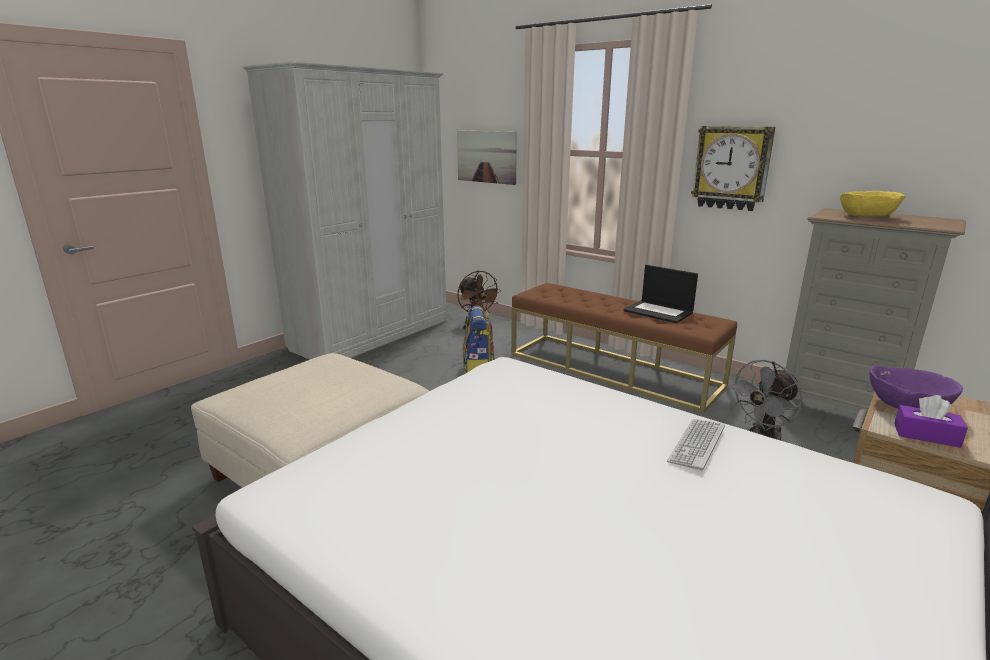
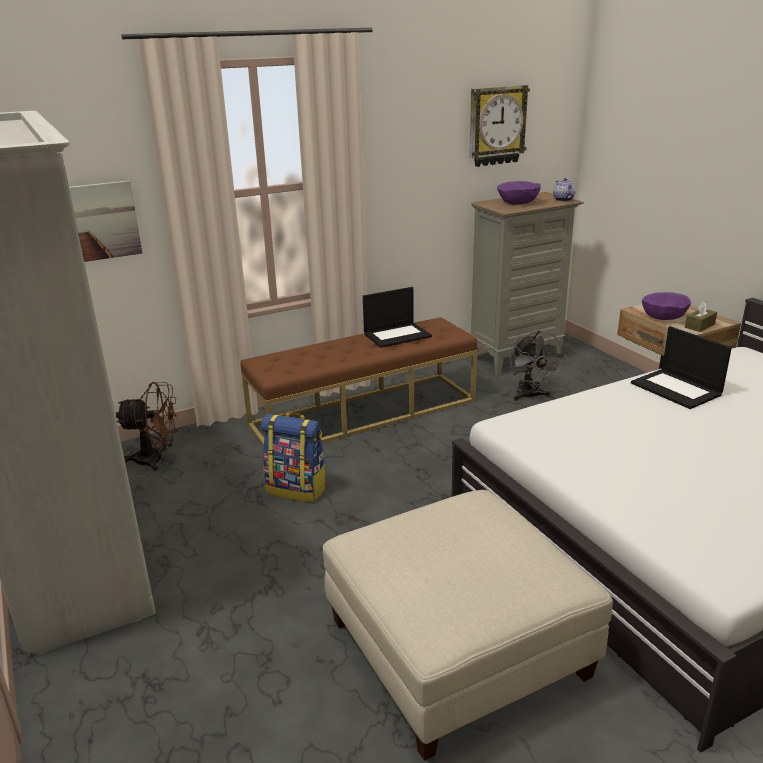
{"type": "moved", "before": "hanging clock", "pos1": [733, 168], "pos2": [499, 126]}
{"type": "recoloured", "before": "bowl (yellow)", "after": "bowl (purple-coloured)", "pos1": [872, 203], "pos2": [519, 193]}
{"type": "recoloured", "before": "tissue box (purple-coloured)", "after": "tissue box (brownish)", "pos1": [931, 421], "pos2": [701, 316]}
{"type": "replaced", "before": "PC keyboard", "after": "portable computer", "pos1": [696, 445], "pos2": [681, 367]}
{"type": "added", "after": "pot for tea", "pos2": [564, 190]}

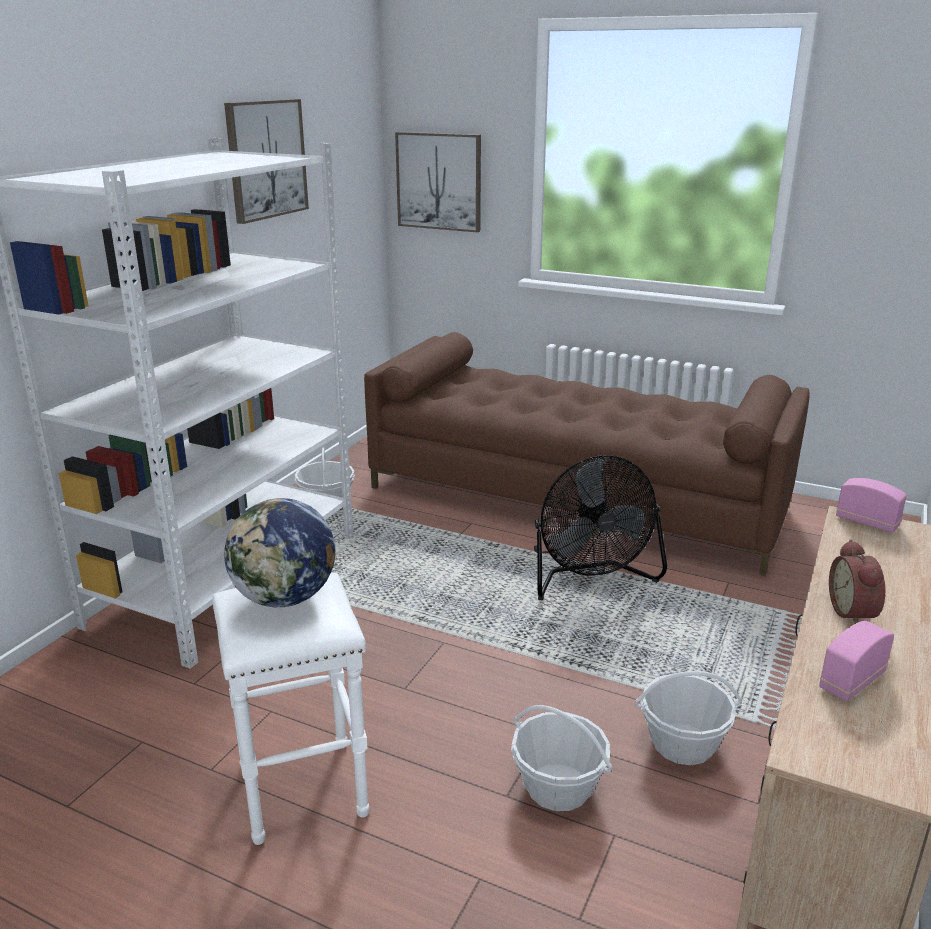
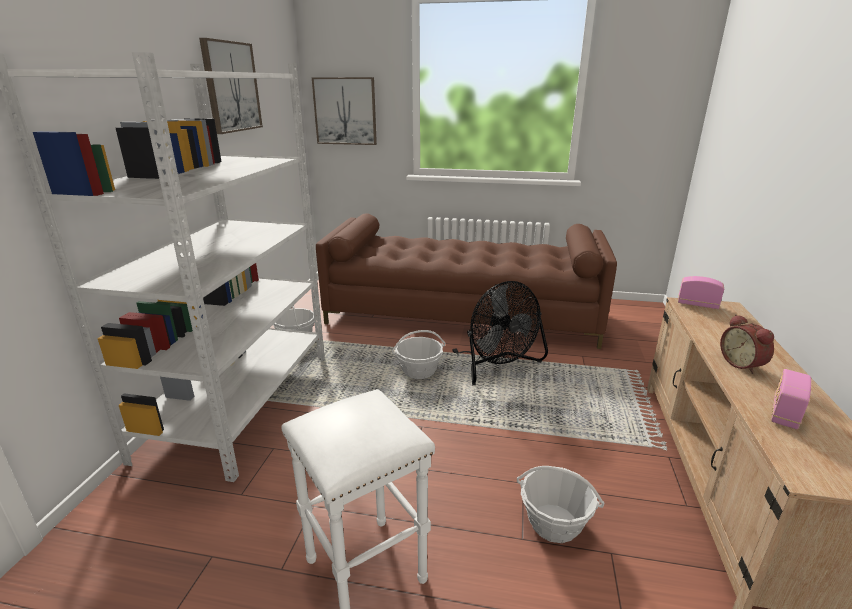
{"type": "removed", "before": "world globe", "pos1": [279, 552]}
{"type": "moved", "before": "basket", "pos1": [688, 718], "pos2": [418, 354]}

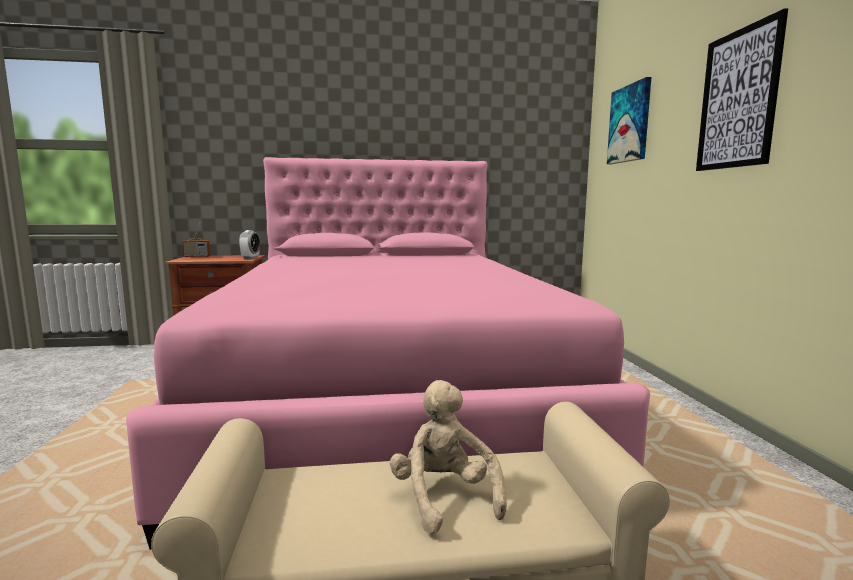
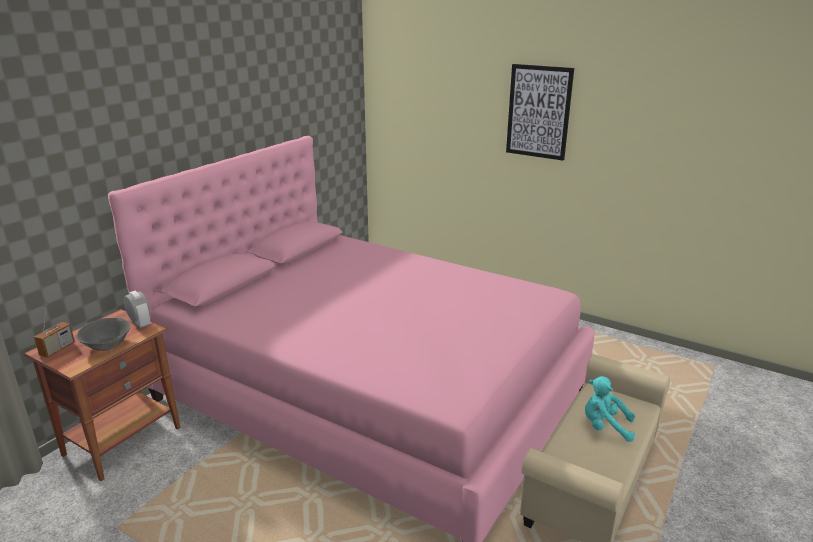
{"type": "removed", "before": "wall picture", "pos1": [629, 120]}
{"type": "recoloured", "before": "cuddly toy (beige)", "after": "cuddly toy (turquoise)", "pos1": [448, 457], "pos2": [610, 409]}
{"type": "added", "after": "bowl (gray)", "pos2": [103, 334]}

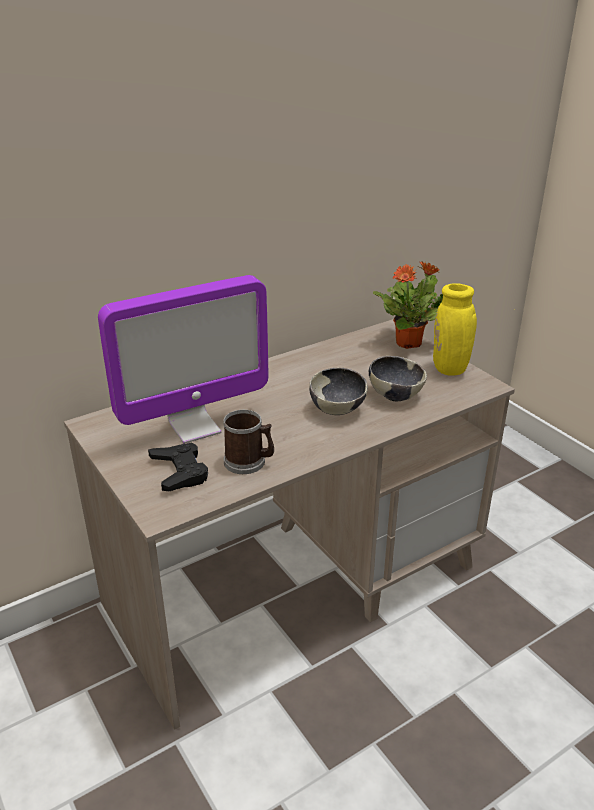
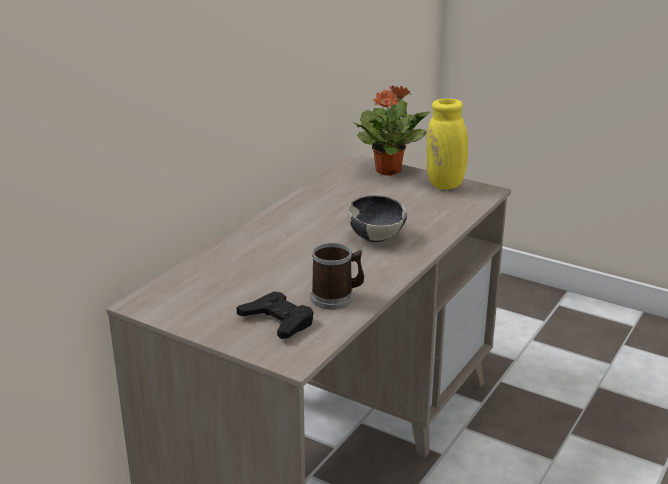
{"type": "removed", "before": "computer display", "pos1": [183, 359]}
{"type": "removed", "before": "bowl", "pos1": [398, 378]}

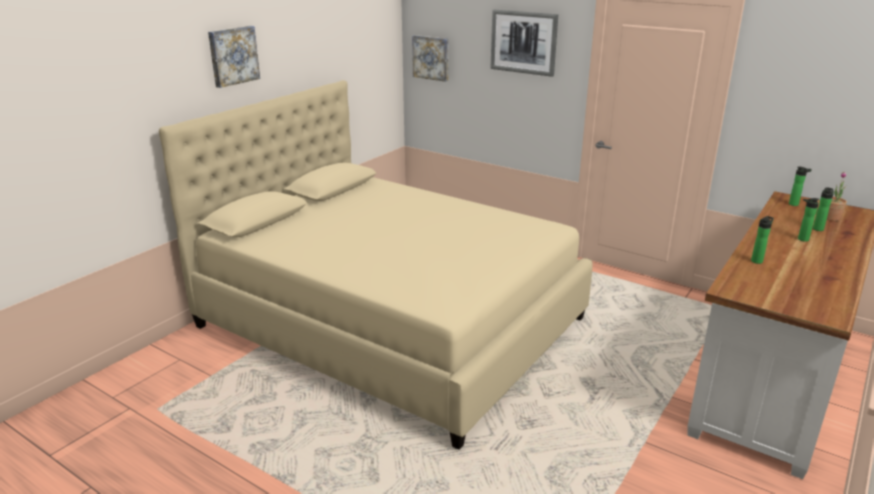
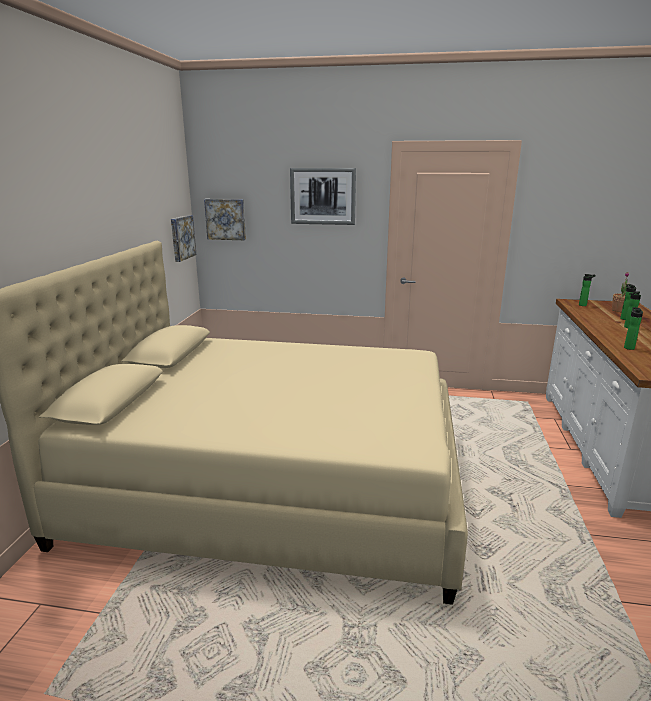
{"type": "moved", "before": "wall picture", "pos1": [234, 57], "pos2": [183, 238]}

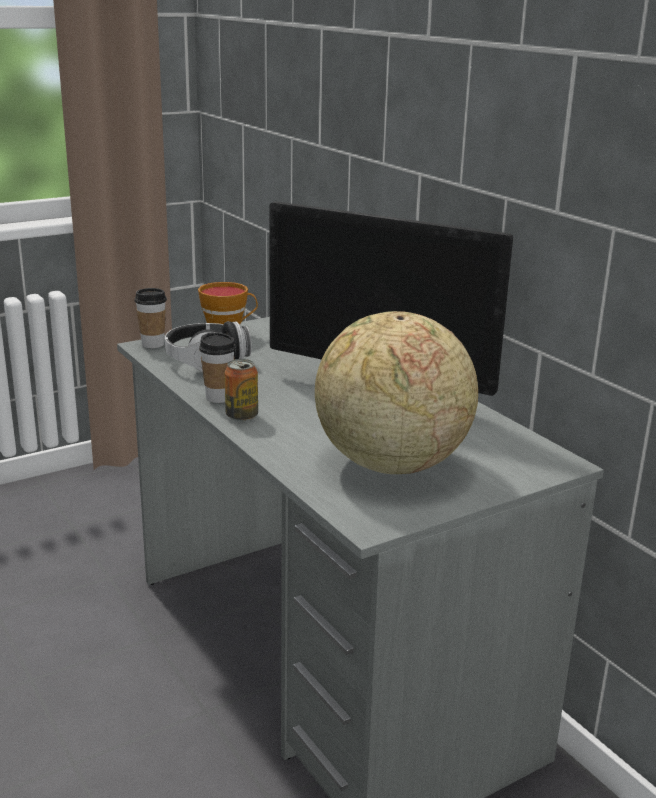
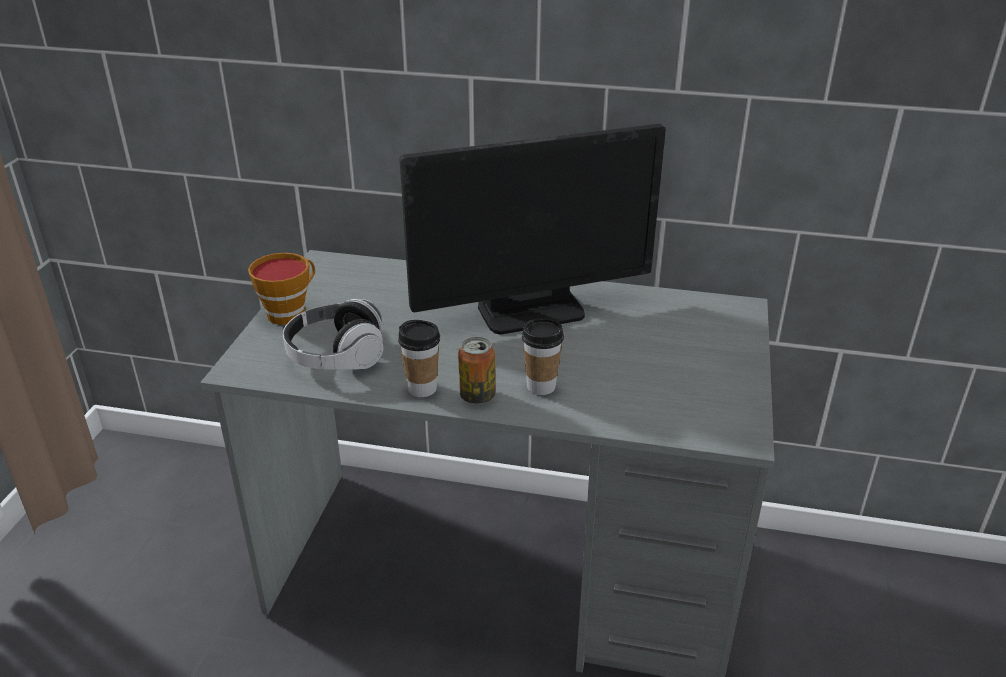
{"type": "moved", "before": "small cup", "pos1": [151, 318], "pos2": [543, 356]}
{"type": "removed", "before": "world globe", "pos1": [396, 392]}

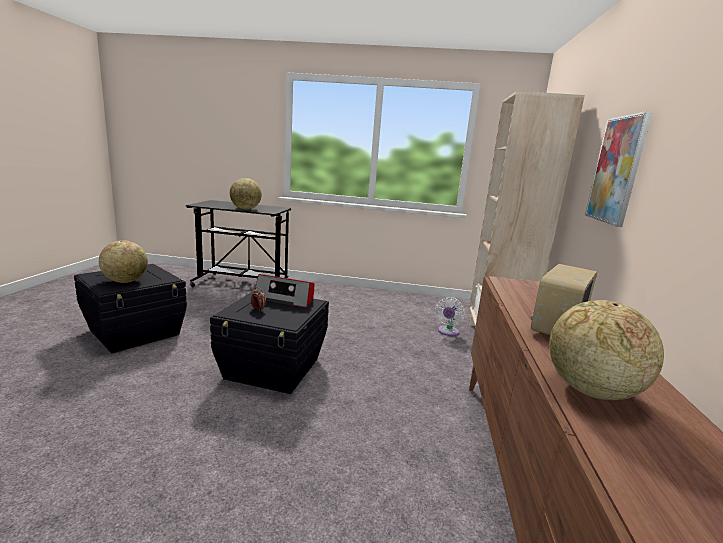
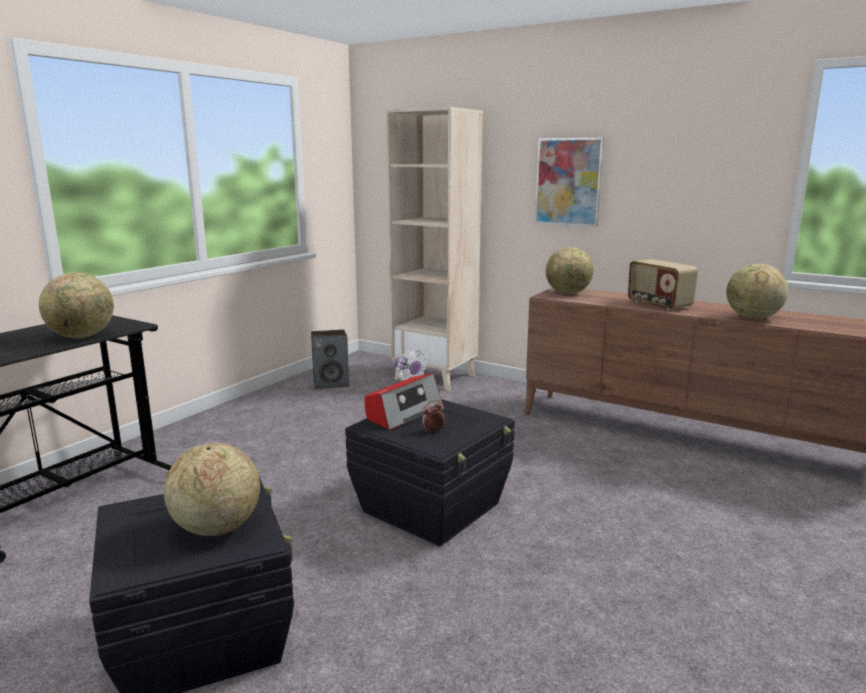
{"type": "added", "after": "world globe", "pos2": [570, 270]}
{"type": "added", "after": "speaker", "pos2": [330, 359]}

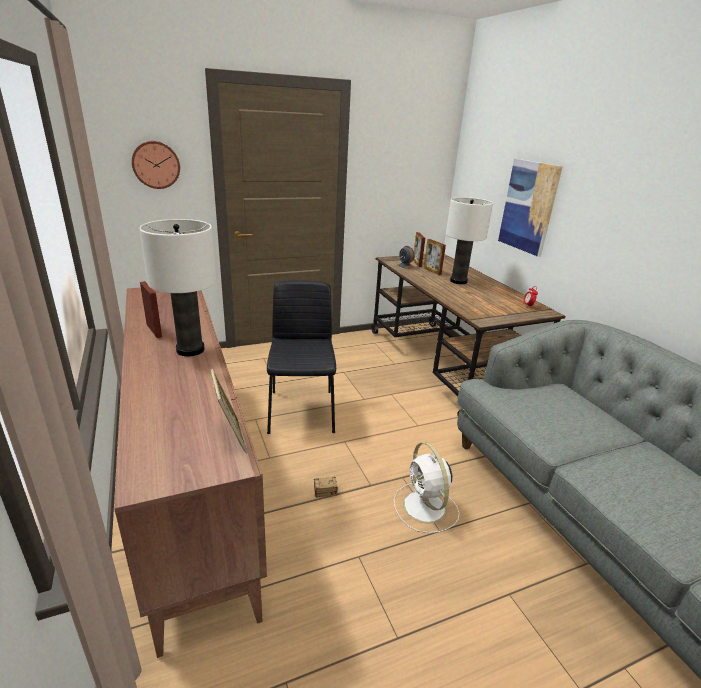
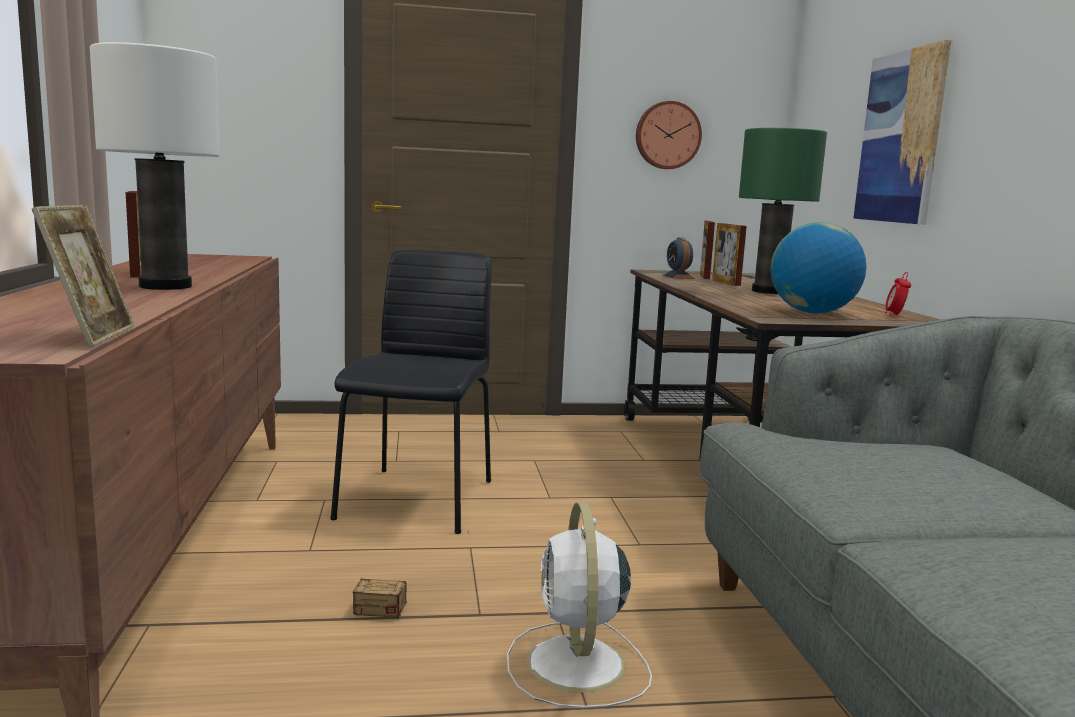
{"type": "moved", "before": "hanging clock", "pos1": [156, 165], "pos2": [669, 135]}
{"type": "recoloured", "before": "lamp for a table (white)", "after": "lamp for a table (green)", "pos1": [469, 240], "pos2": [783, 211]}
{"type": "added", "after": "world globe", "pos2": [818, 268]}

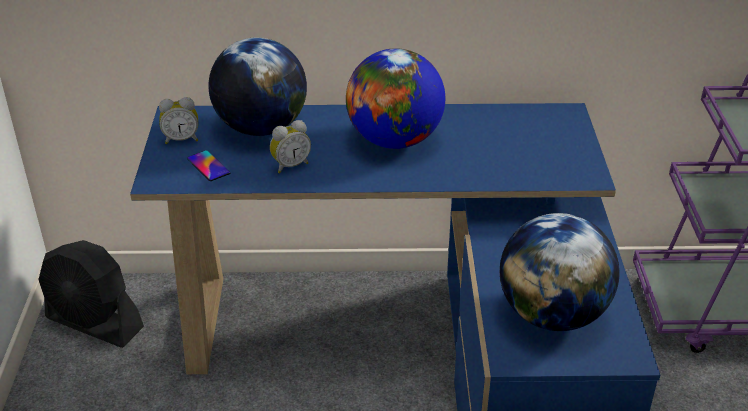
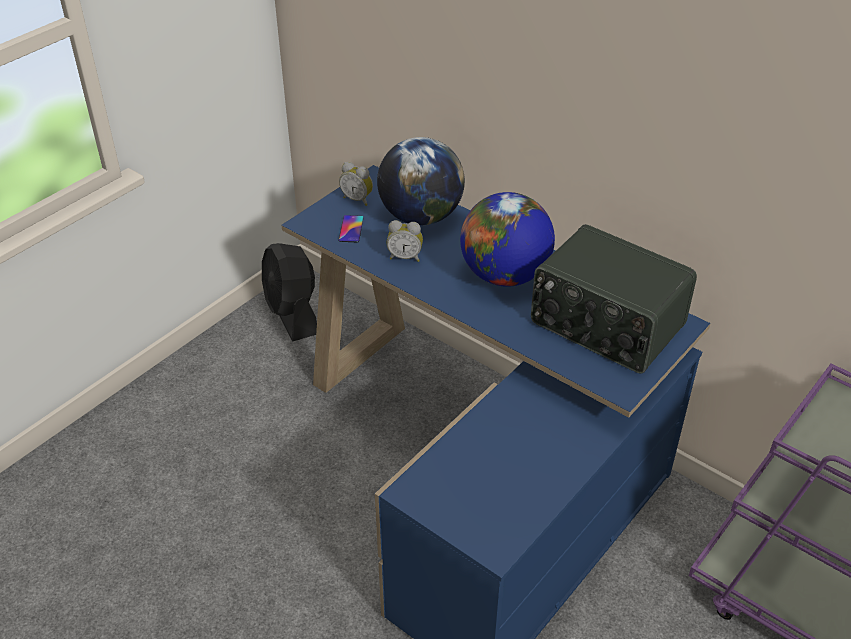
{"type": "removed", "before": "world globe", "pos1": [560, 272]}
{"type": "added", "after": "radio", "pos2": [614, 298]}

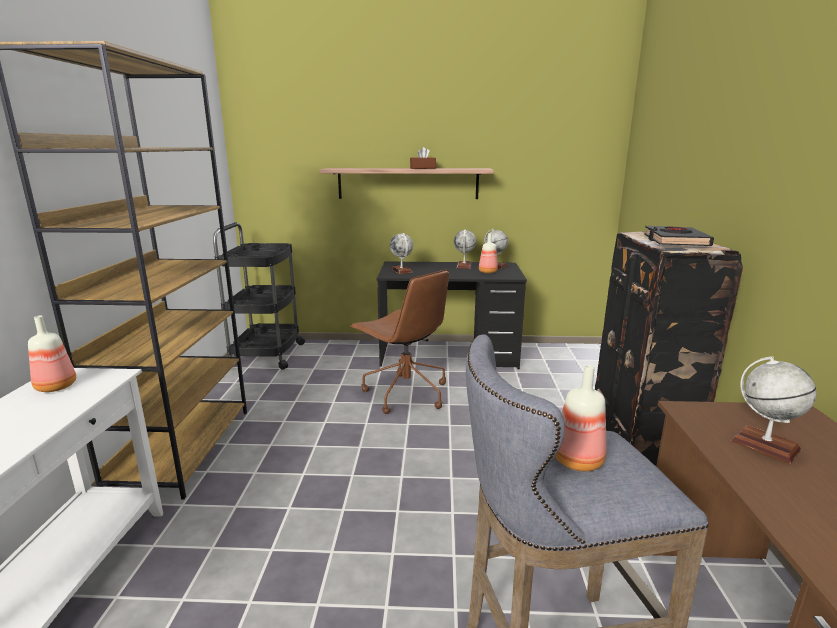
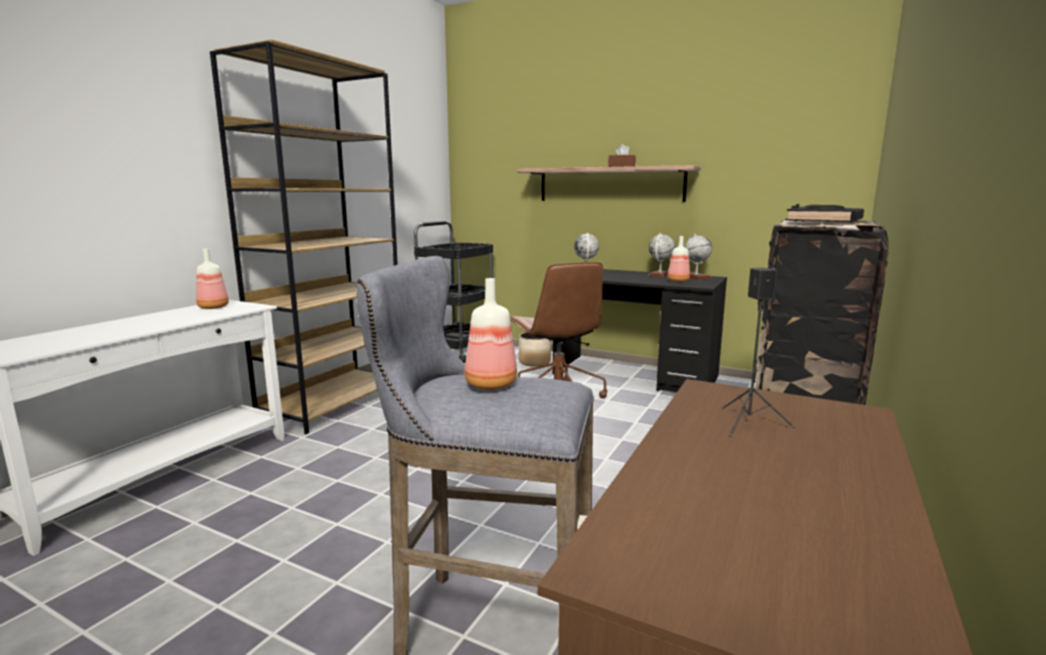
{"type": "replaced", "before": "world globe", "after": "speaker (black-coloured)", "pos1": [774, 410], "pos2": [758, 352]}
{"type": "added", "after": "flower pot", "pos2": [535, 349]}

